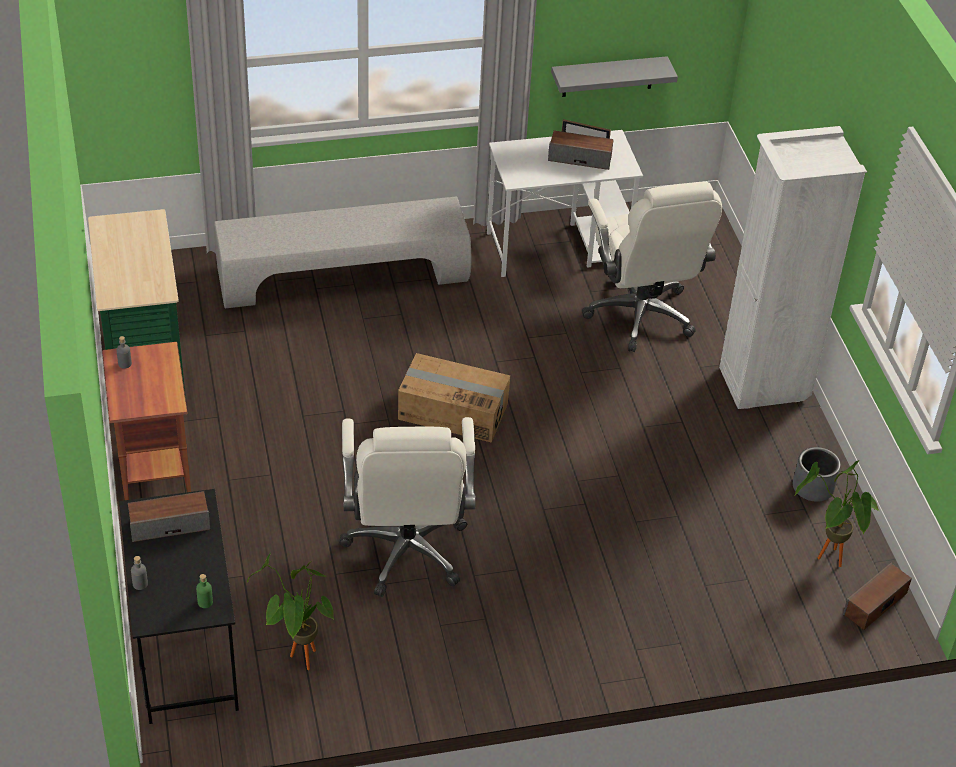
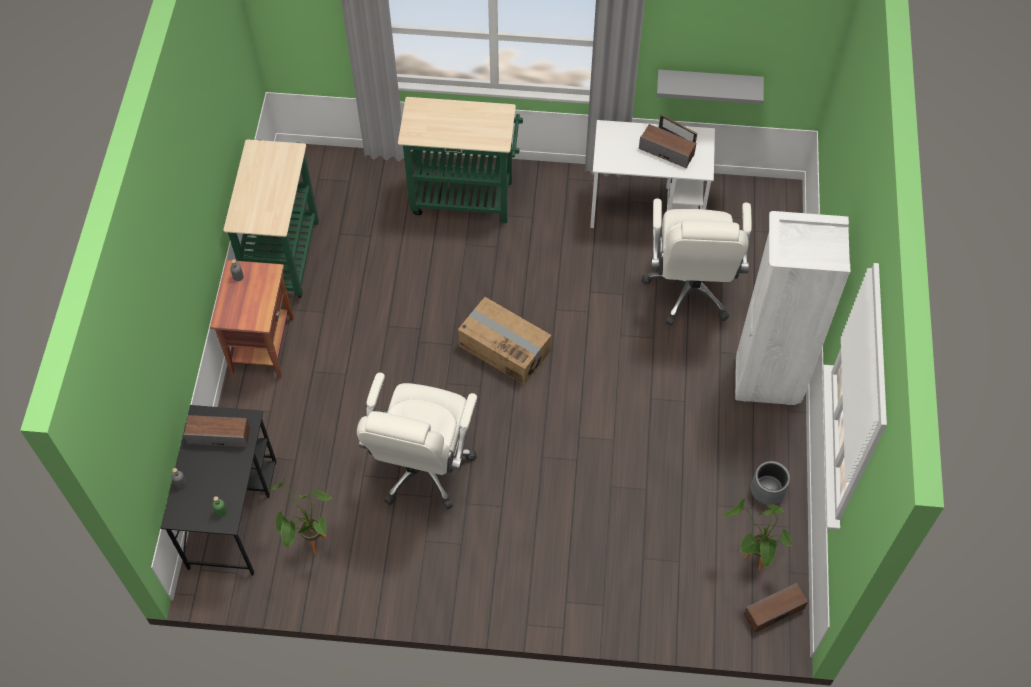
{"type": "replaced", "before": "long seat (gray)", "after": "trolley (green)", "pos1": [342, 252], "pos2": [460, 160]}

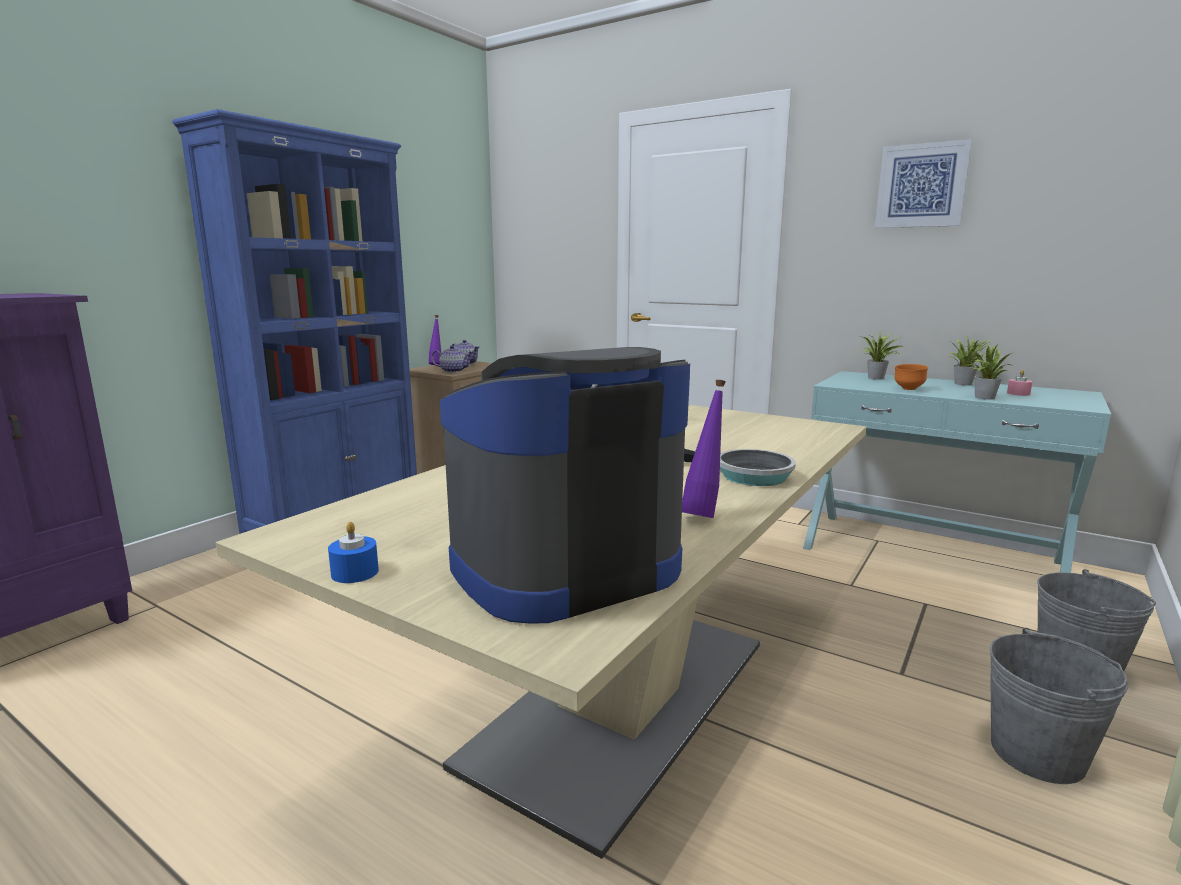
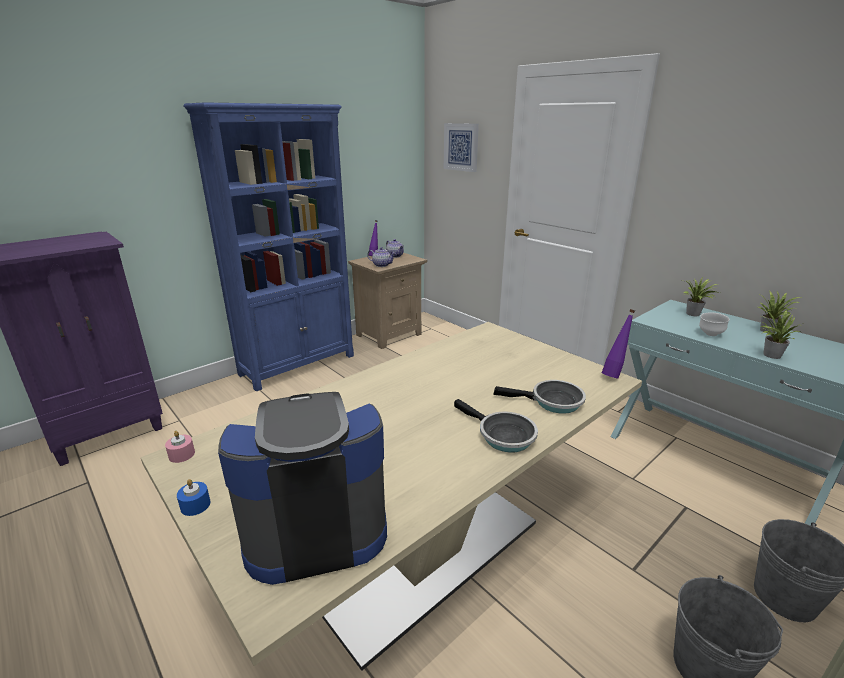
{"type": "moved", "before": "wall picture", "pos1": [923, 183], "pos2": [461, 147]}
{"type": "recoloured", "before": "bowl (orange)", "after": "bowl (white)", "pos1": [911, 377], "pos2": [714, 324]}
{"type": "moved", "before": "wax candle (pink-coloured)", "pos1": [1020, 383], "pos2": [180, 447]}
{"type": "moved", "before": "bottle (purple-coloured)", "pos1": [704, 449], "pos2": [618, 343]}
{"type": "added", "after": "frying pan", "pos2": [539, 397]}

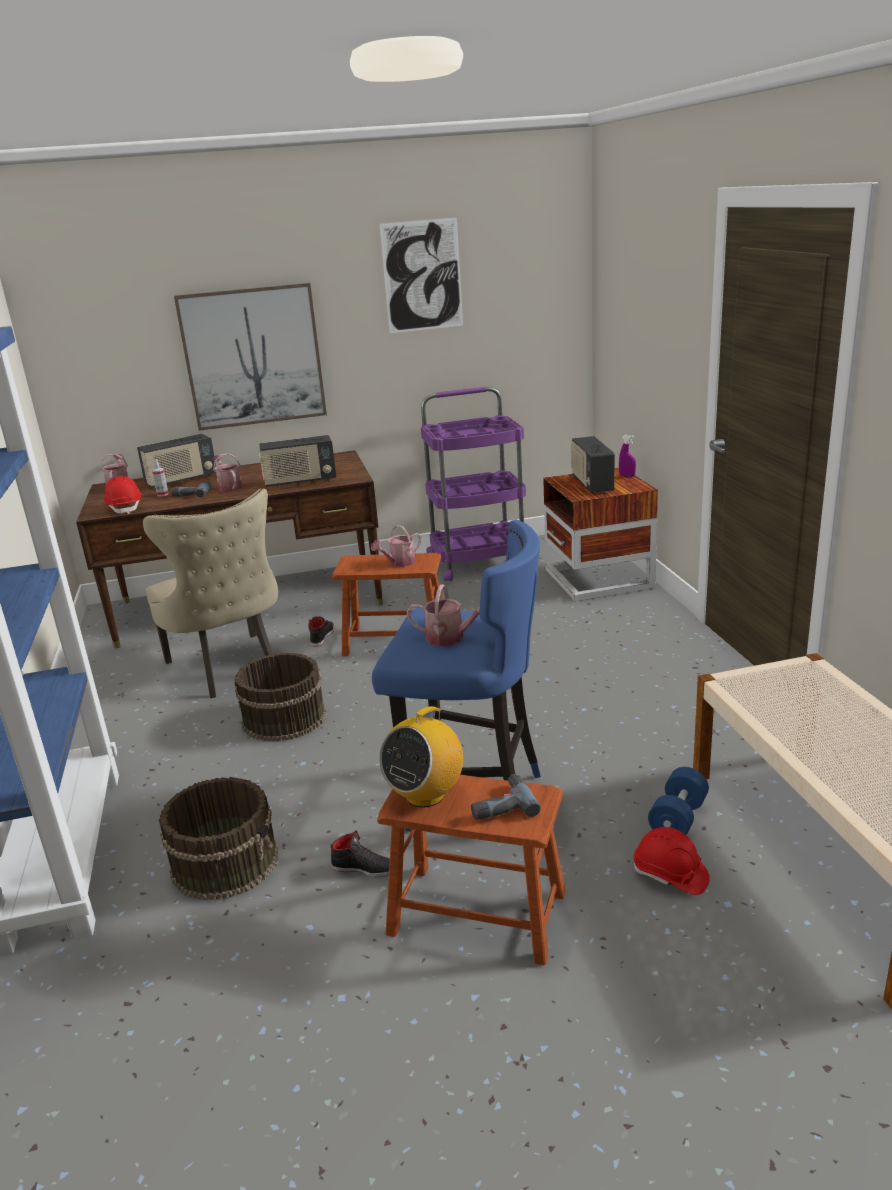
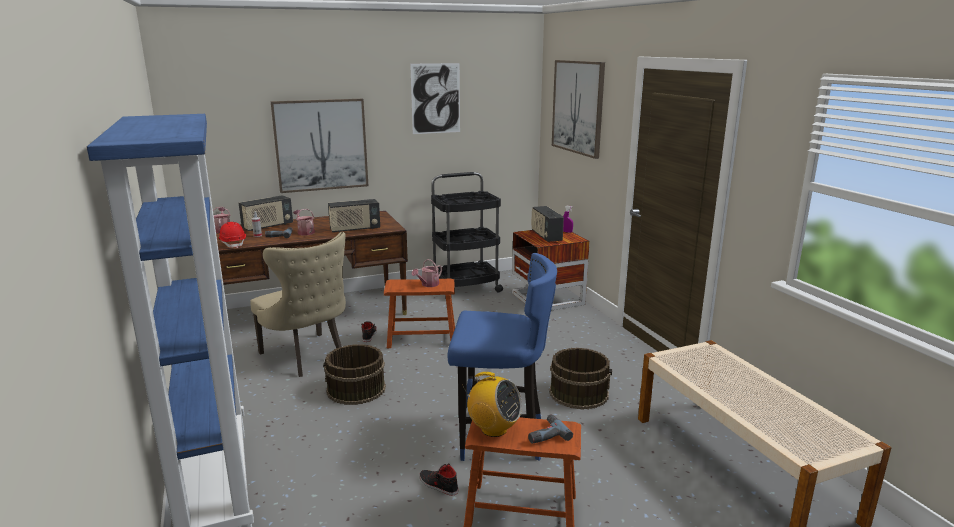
{"type": "recoloured", "before": "trolley (purple-coloured)", "after": "trolley (black-coloured)", "pos1": [473, 484], "pos2": [467, 235]}
{"type": "removed", "before": "sprinkling can", "pos1": [443, 615]}
{"type": "turned", "before": "radio", "pos1": [421, 756], "pos2": [492, 404], "turn": -90}
{"type": "removed", "before": "free weight (blue)", "pos1": [678, 801]}
{"type": "moved", "before": "water bucket (brownish)", "pos1": [219, 839], "pos2": [580, 379]}
{"type": "removed", "before": "work helmet (reddish)", "pos1": [672, 861]}
{"type": "turned", "before": "low shoe (black-coloured)", "pos1": [360, 854], "pos2": [439, 479], "turn": -150}
{"type": "added", "after": "wall picture", "pos2": [578, 109]}

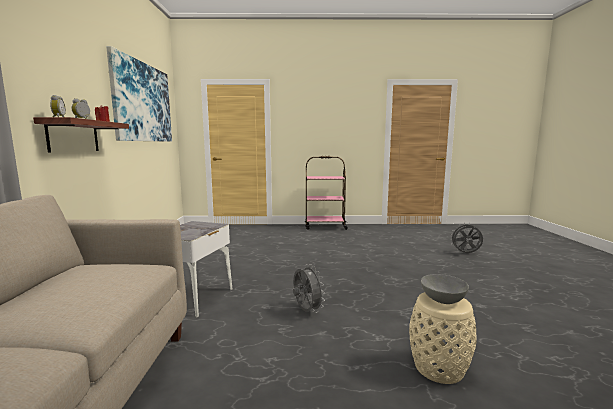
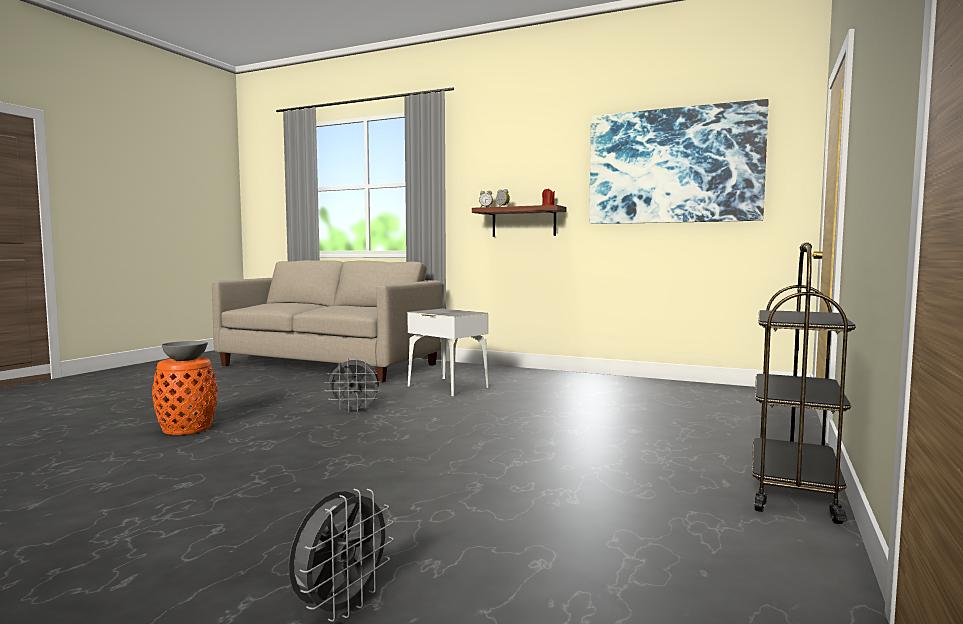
{"type": "recoloured", "before": "trolley (pink-coloured)", "after": "trolley (black-coloured)", "pos1": [326, 193], "pos2": [804, 383]}
{"type": "recoloured", "before": "stool (beige)", "after": "stool (orange)", "pos1": [443, 338], "pos2": [184, 396]}

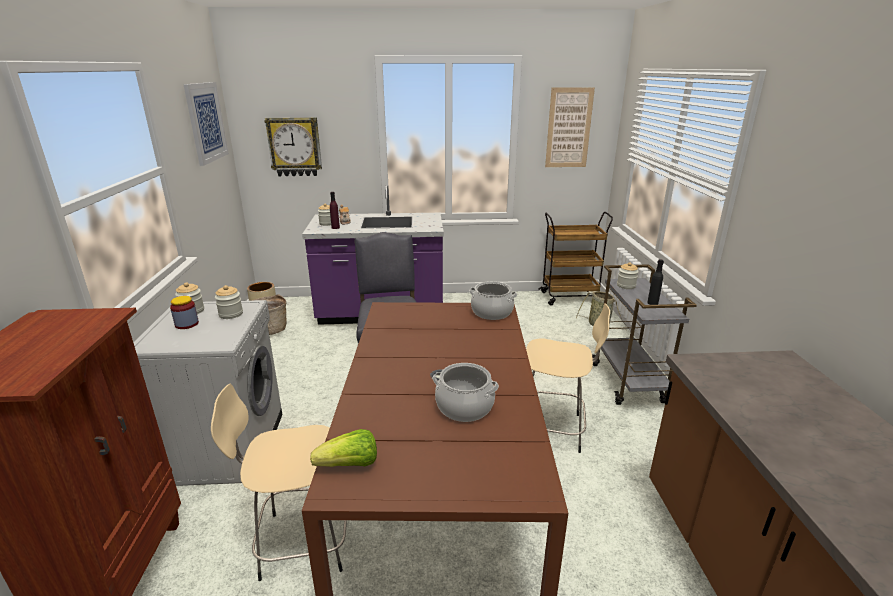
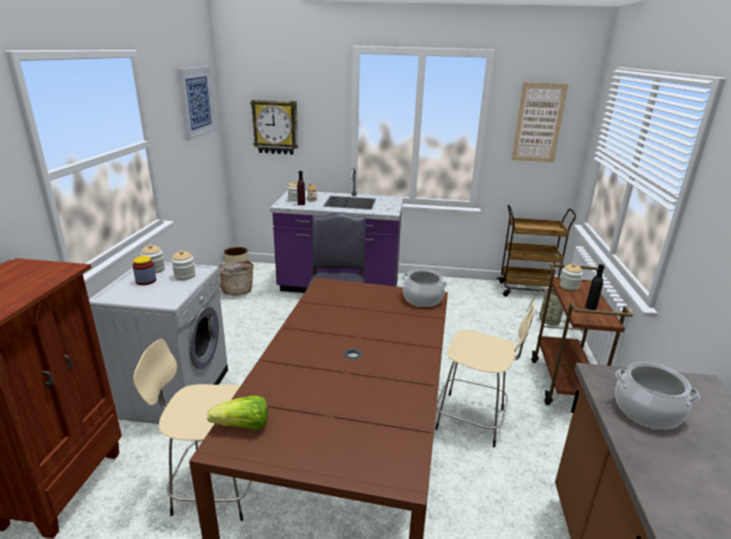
{"type": "recoloured", "before": "trolley (gray)", "after": "trolley (brownish)", "pos1": [644, 334], "pos2": [582, 334]}
{"type": "moved", "before": "stockpot", "pos1": [466, 392], "pos2": [657, 395]}

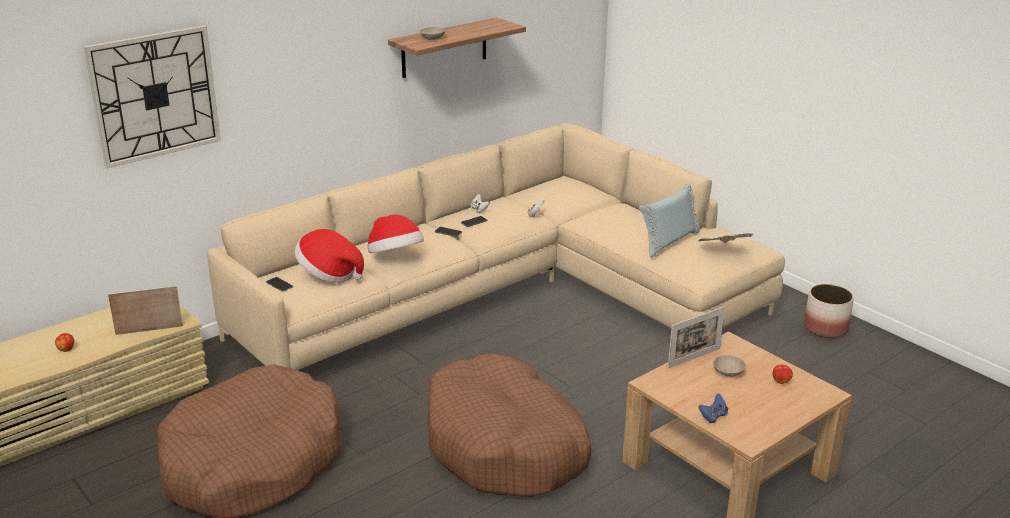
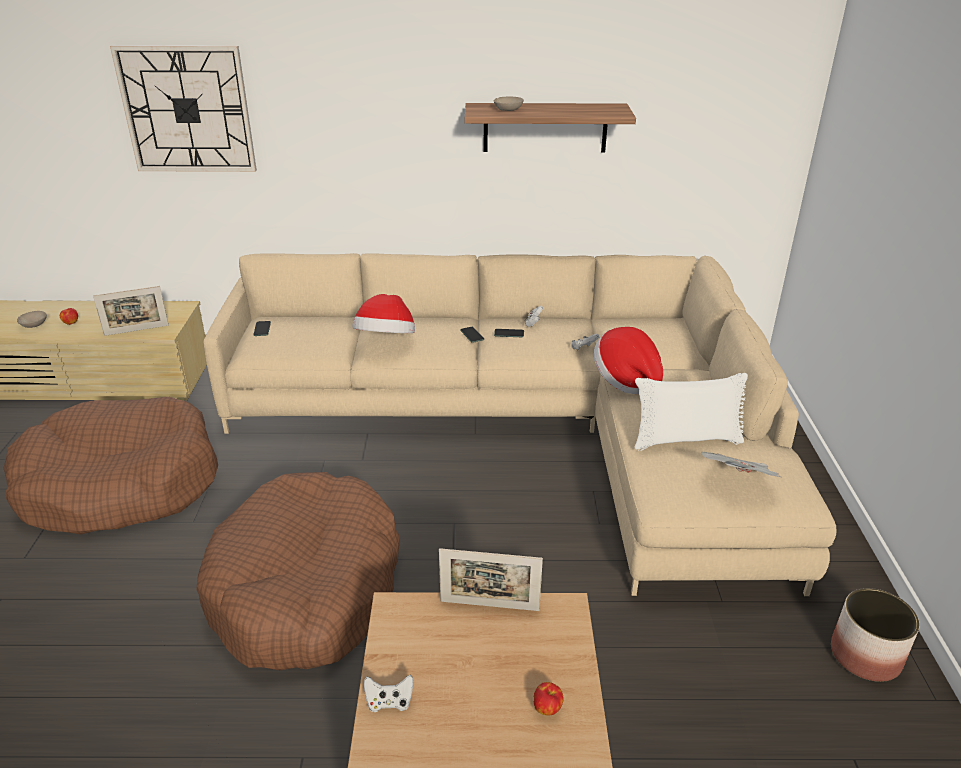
{"type": "recoloured", "before": "cushion (blue)", "after": "cushion (white)", "pos1": [669, 220], "pos2": [691, 412]}
{"type": "moved", "before": "hat", "pos1": [329, 256], "pos2": [628, 360]}
{"type": "turned", "before": "picture frame", "pos1": [145, 310], "pos2": [131, 311], "turn": 135}
{"type": "moved", "before": "bowl (beige)", "pos1": [729, 366], "pos2": [32, 319]}
{"type": "recoloured", "before": "gamepad (blue)", "after": "gamepad (white)", "pos1": [713, 408], "pos2": [388, 693]}

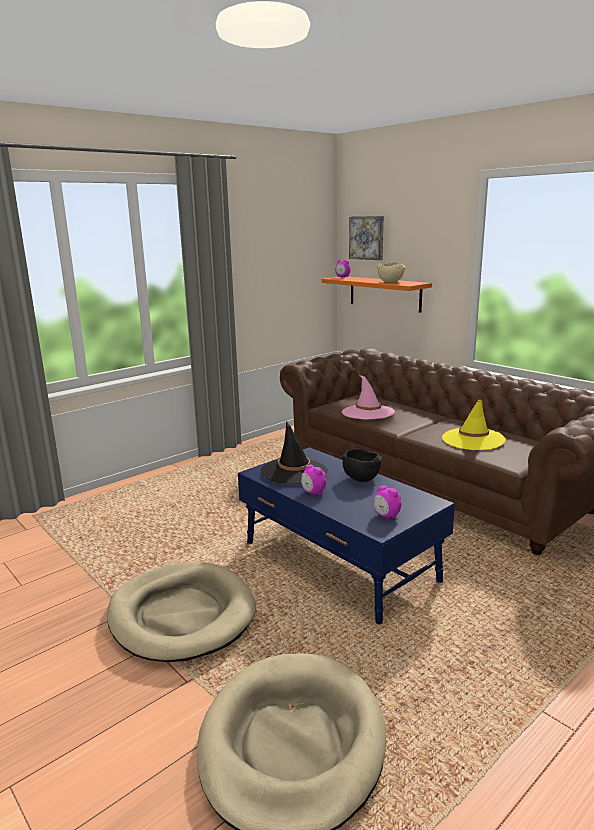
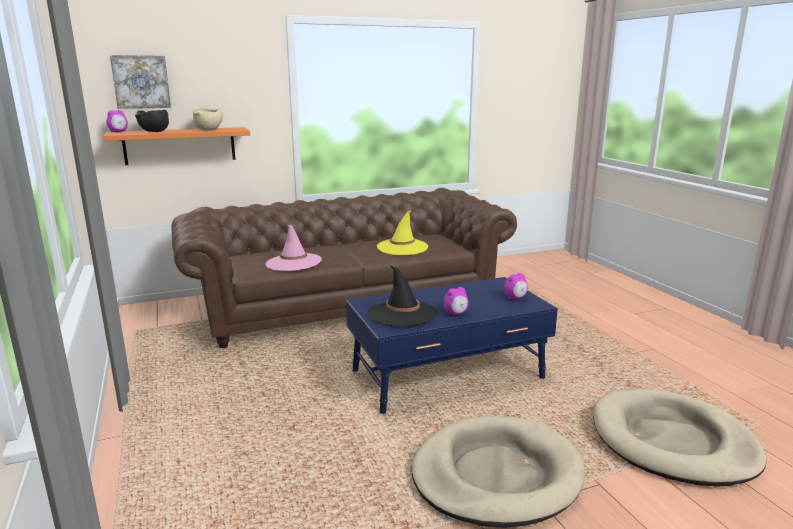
{"type": "moved", "before": "bowl (black-coloured)", "pos1": [362, 465], "pos2": [152, 121]}

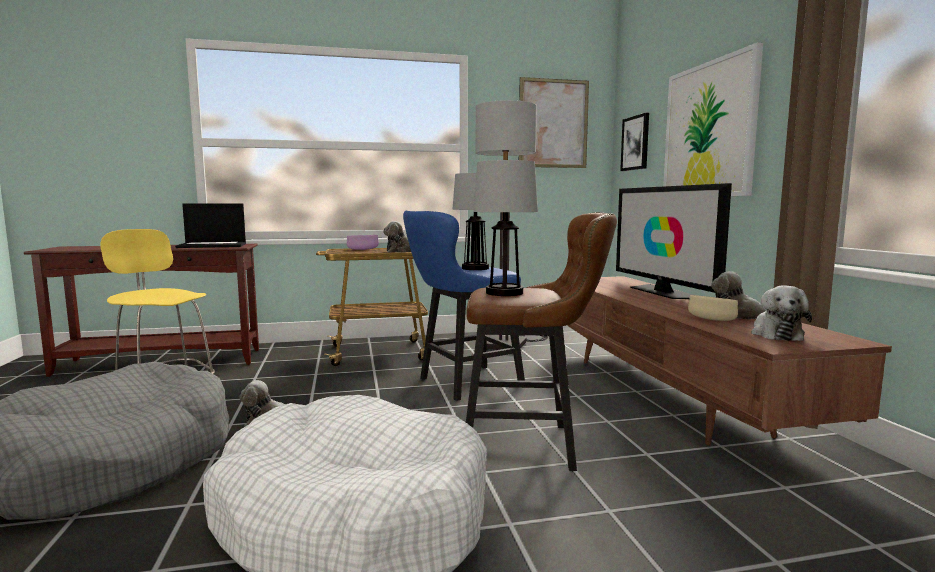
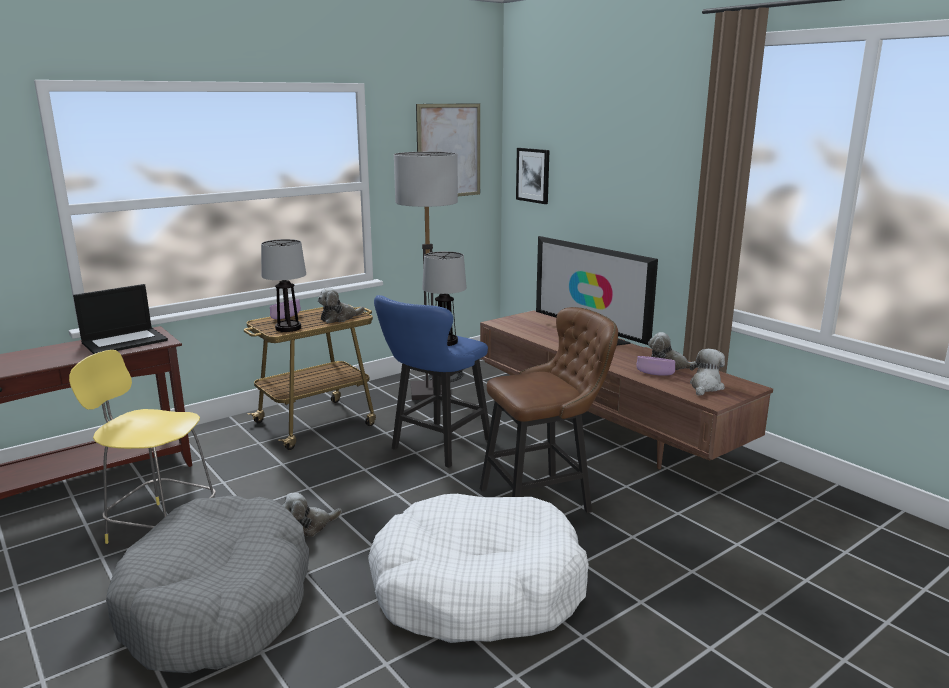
{"type": "removed", "before": "wall picture", "pos1": [713, 119]}
{"type": "moved", "before": "lamp for a table", "pos1": [505, 228], "pos2": [283, 285]}
{"type": "turned", "before": "cuddly toy", "pos1": [781, 313], "pos2": [707, 372], "turn": -135}
{"type": "recoloured", "before": "bowl (beige)", "after": "bowl (purple-coloured)", "pos1": [713, 308], "pos2": [655, 366]}

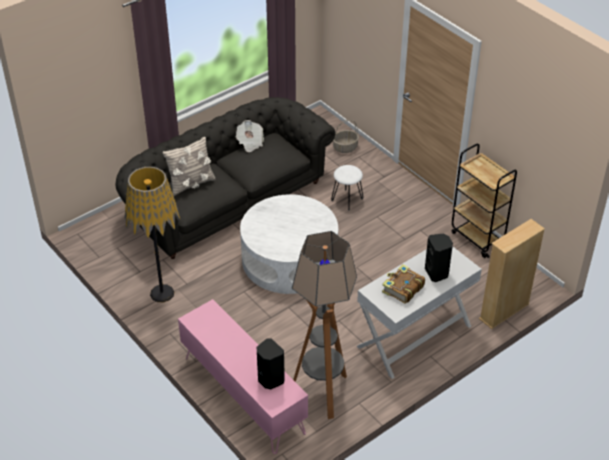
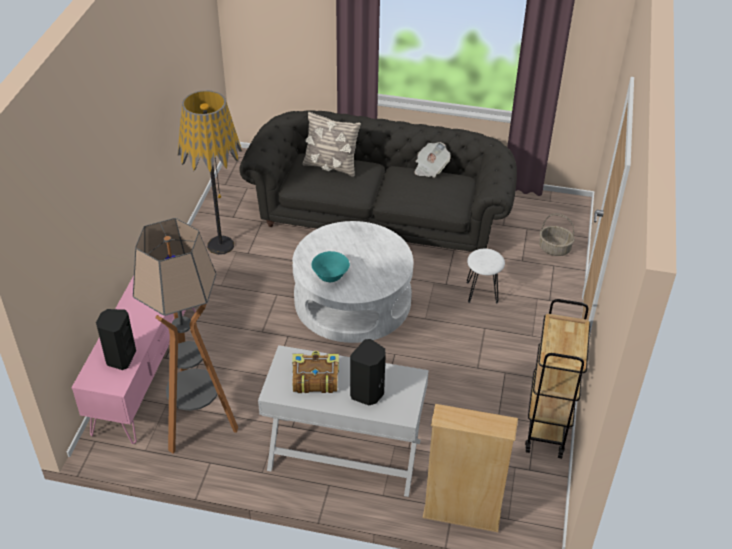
{"type": "added", "after": "bowl (turquoise)", "pos2": [330, 266]}

